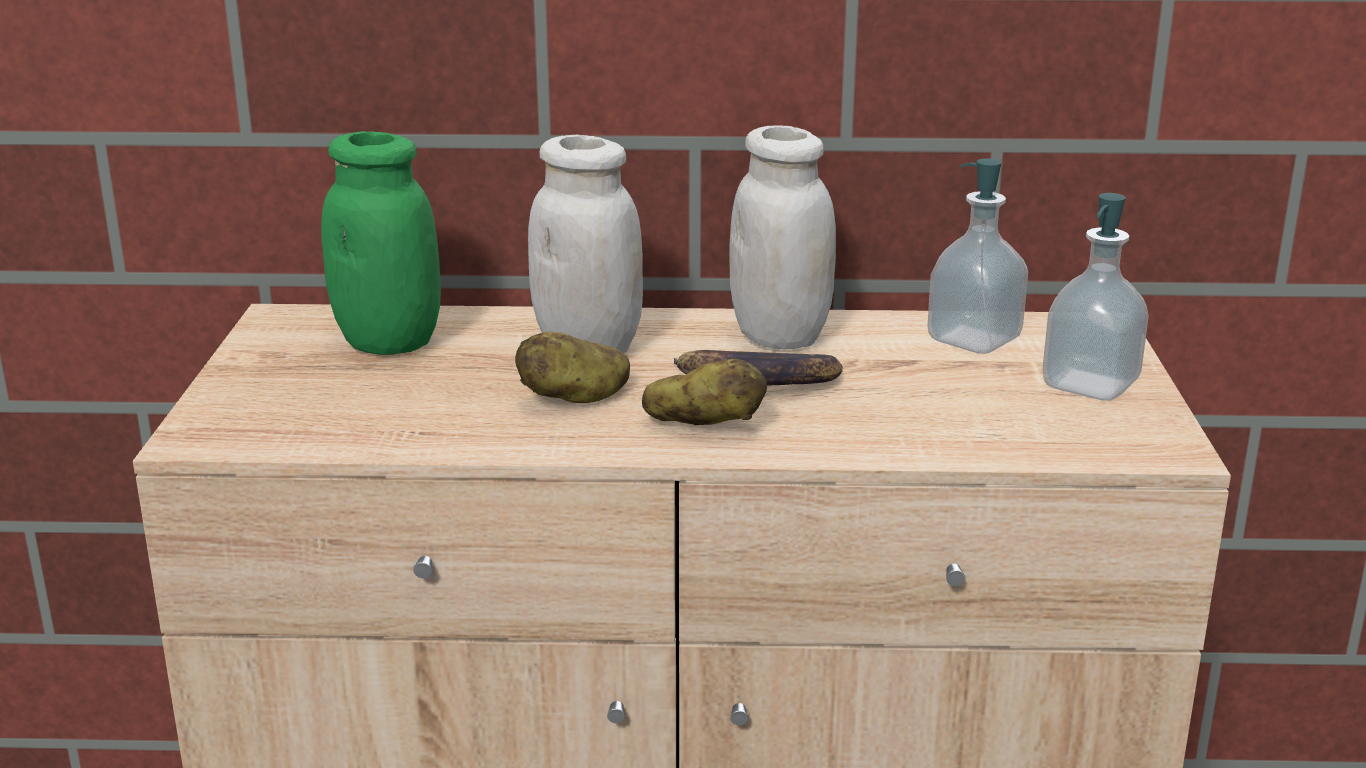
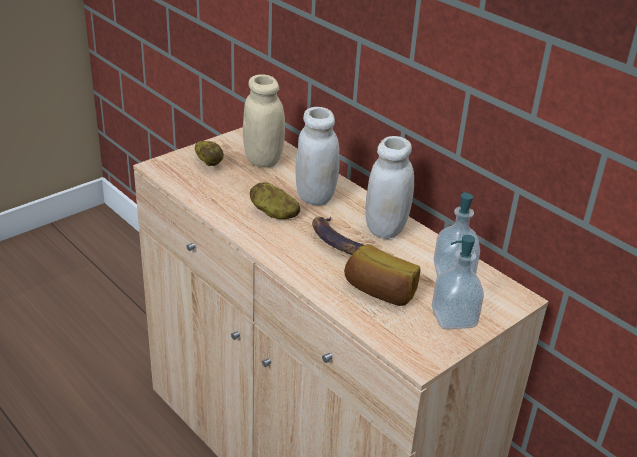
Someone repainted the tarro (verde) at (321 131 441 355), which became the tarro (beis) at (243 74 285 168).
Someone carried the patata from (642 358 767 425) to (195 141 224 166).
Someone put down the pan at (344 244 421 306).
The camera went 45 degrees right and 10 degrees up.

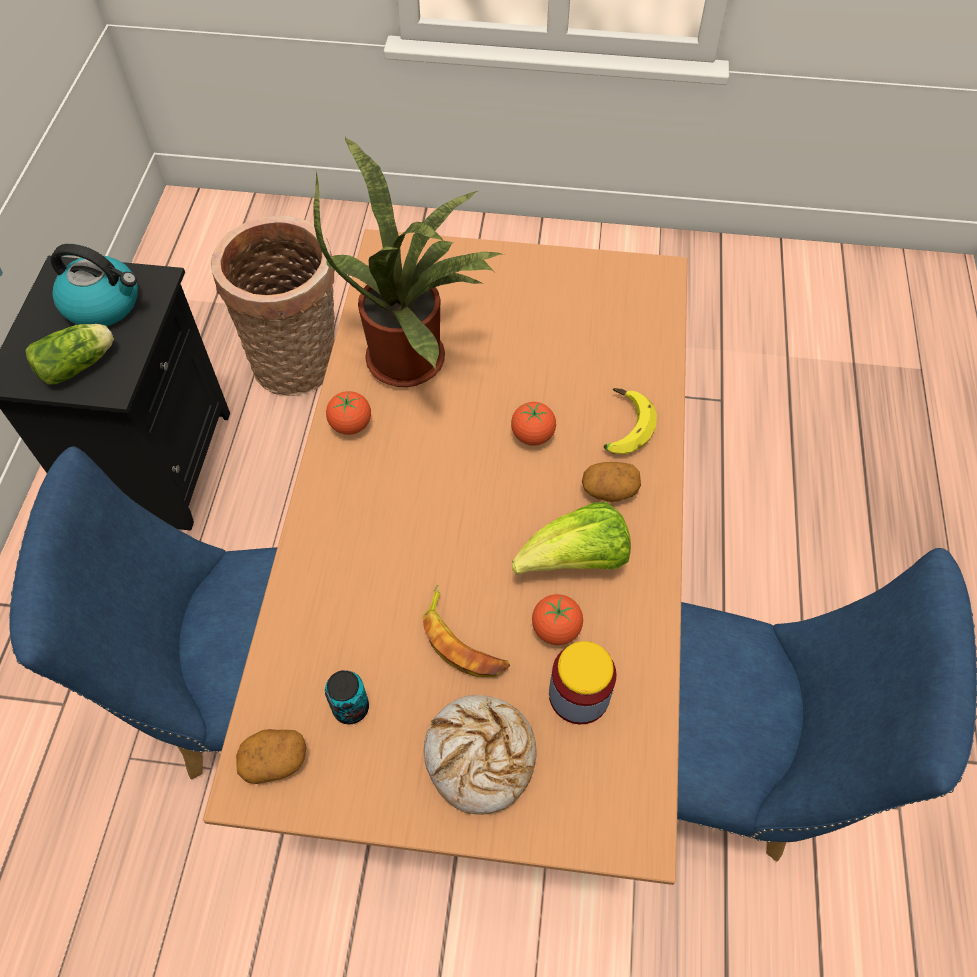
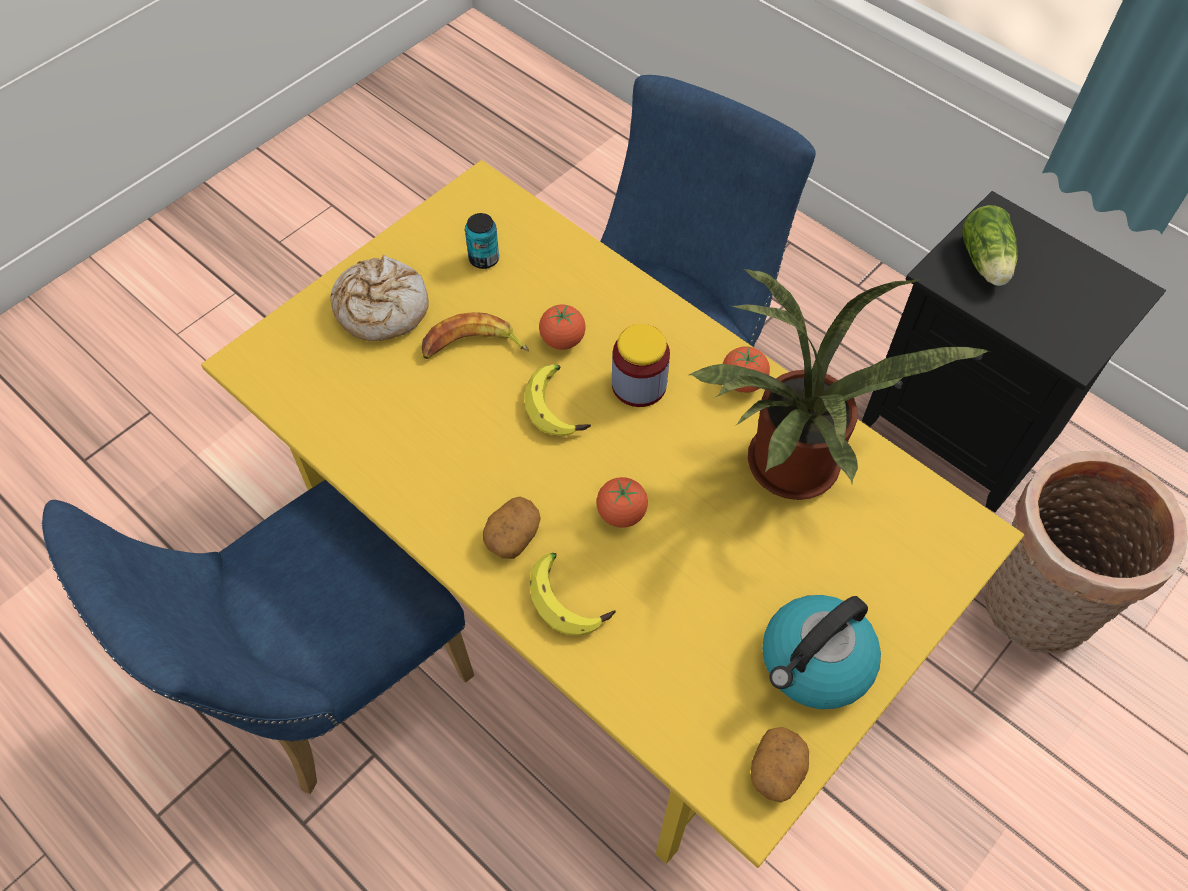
Someone carried the hervidor from (50 244 138 326) to (762 595 881 709).
Someone repainted the mesa de comedor (marrón) at (203 229 687 885), which became the mesa de comedor (amarillo) at (201 160 1024 868).
Someone carried the patata from (236 729 306 784) to (751 727 809 802).
Someone took away the lechuga at (512 502 631 575).
Someone carried the tomate from (532 594 583 645) to (539 305 586 350).
Someone carried the tarro from (549 641 617 724) to (612 324 670 407).
Someone put down the plátano at (524 364 591 436).
The camera went 125 degrees right and 0 degrees up.

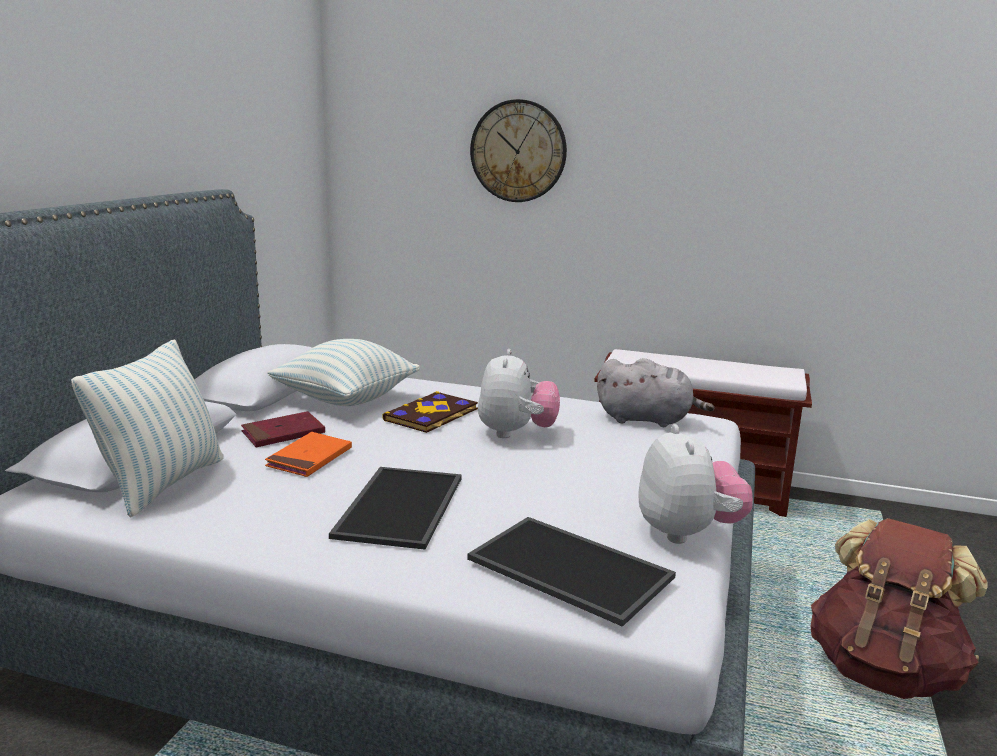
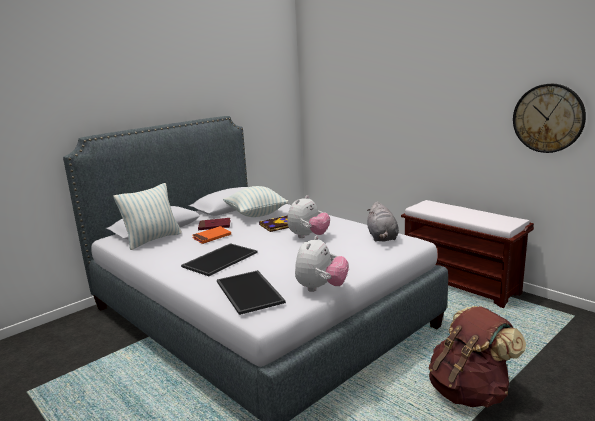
Someone carried the reloj de pared from (470 99 567 202) to (513 84 586 153).
Someone rotated the peluche (gris) at (597 358 714 427) by 45 degrees clockwise.
The camera went 30 degrees right and 0 degrees up.

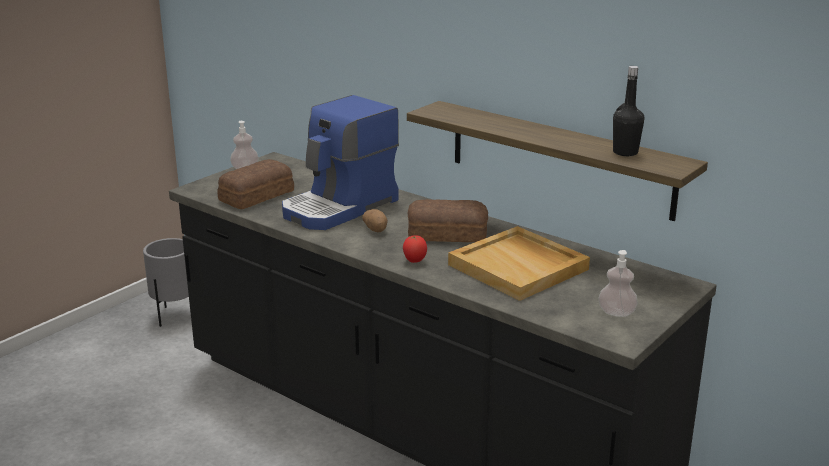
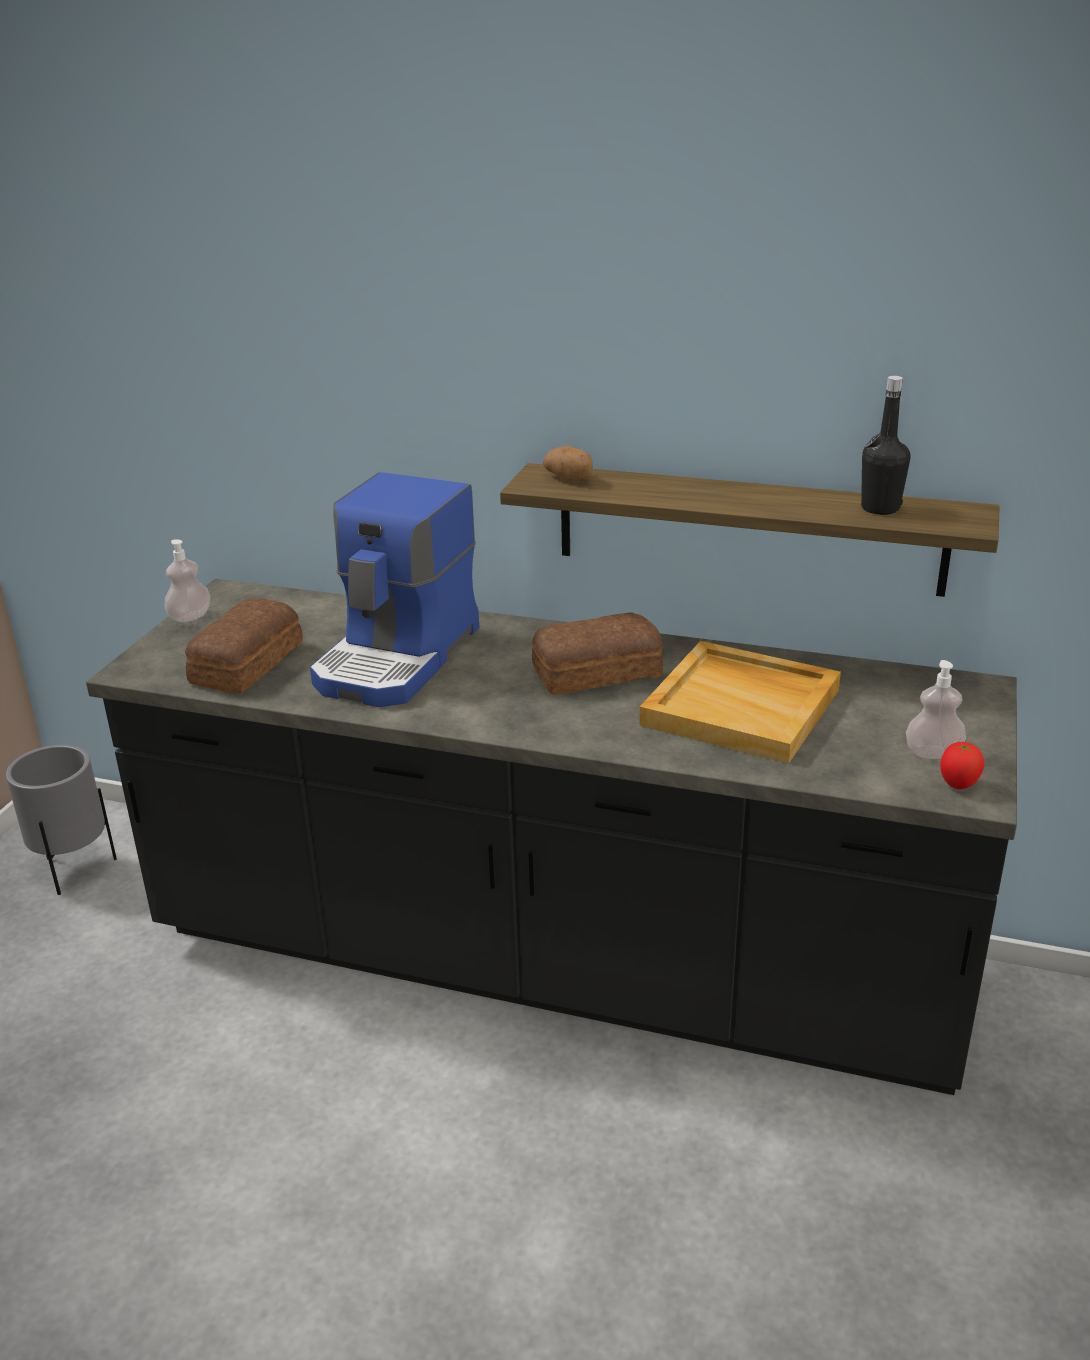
Someone carried the patata from (362 209 388 232) to (543 446 593 481).
Someone carried the tomate from (403 235 427 263) to (940 742 984 789).
The camera went 20 degrees left and 5 degrees up.

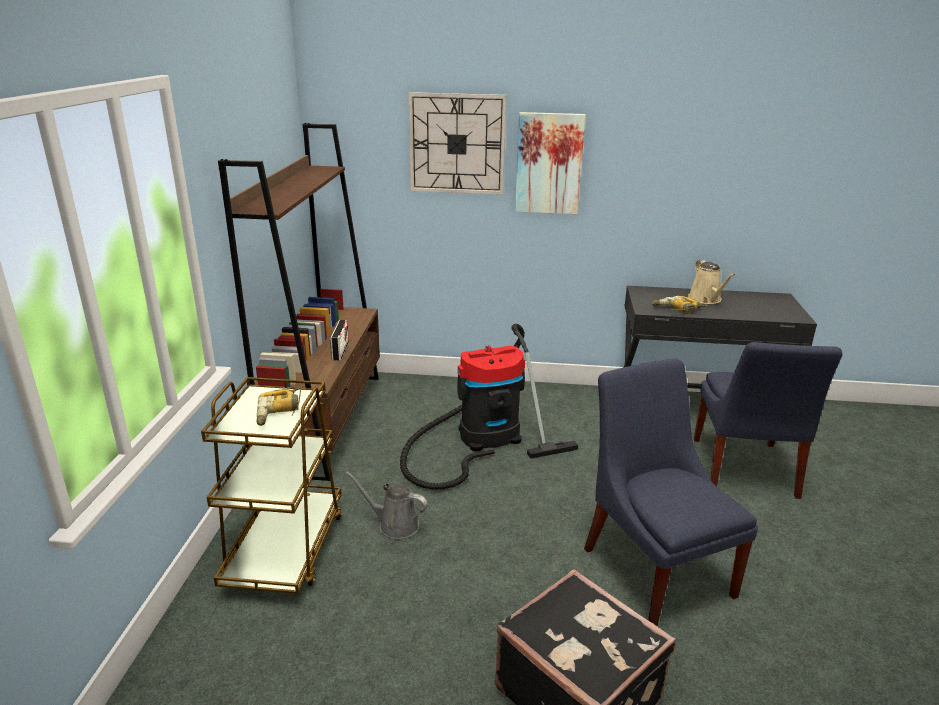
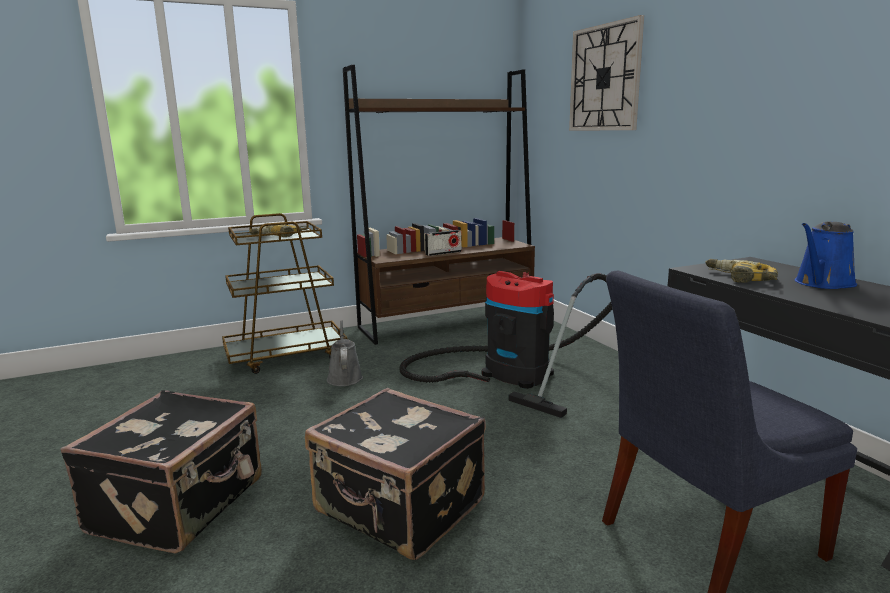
Someone took away the cuadro at (515 112 586 214).
Someone swapped the silla (azul) at (584 359 758 627) for the maleta (negro) at (305 388 486 560).
Someone repainted the regadera (beis) at (688 260 735 304), which became the regadera (azul) at (795 222 857 289).
The camera went 60 degrees right and 10 degrees down.

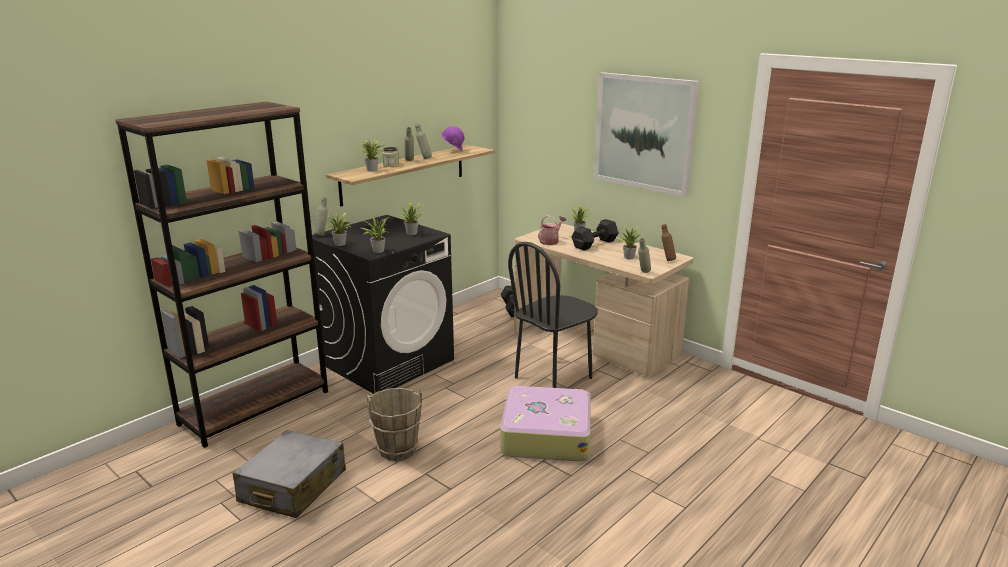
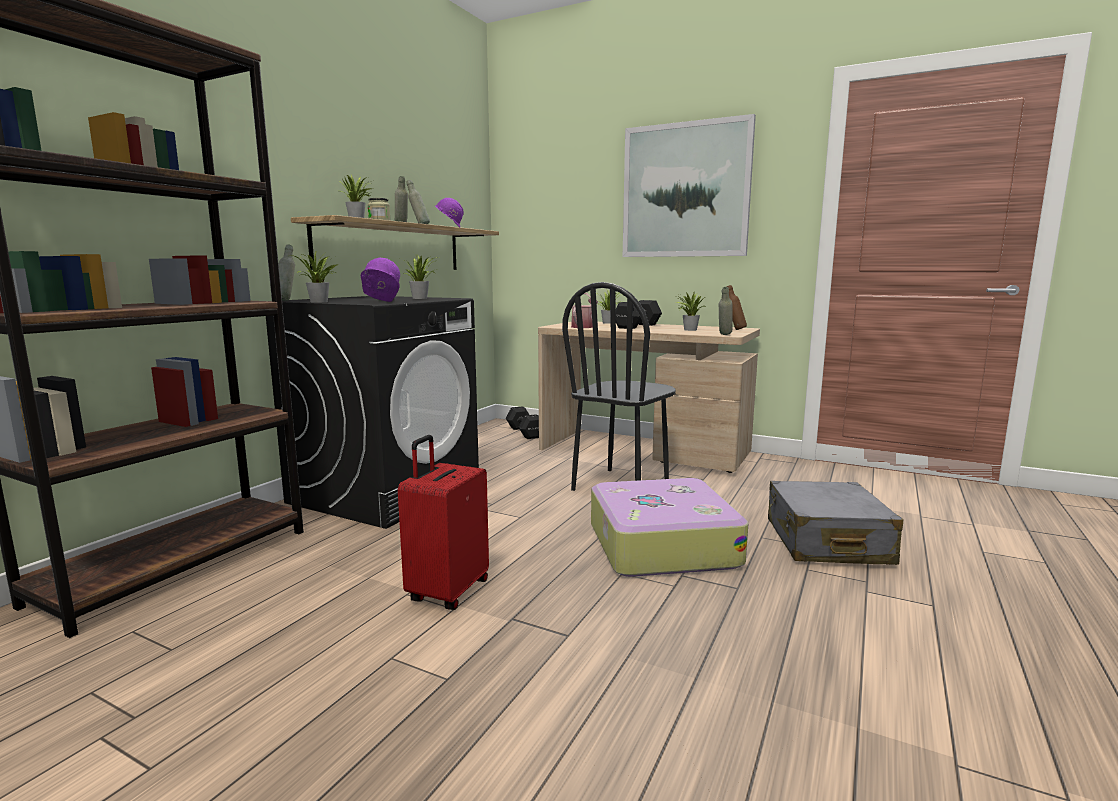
Someone carried the maleta (gris) from (233 430 346 518) to (768 481 903 565).
Someone swapped the planta en maceta at (361 217 389 253) for the casco (morado) at (361 257 400 302).
Someone swapped the cubo (marrón) at (366 386 422 461) for the maleta (rojo) at (398 435 489 610).
The camera went 15 degrees left and 10 degrees down.

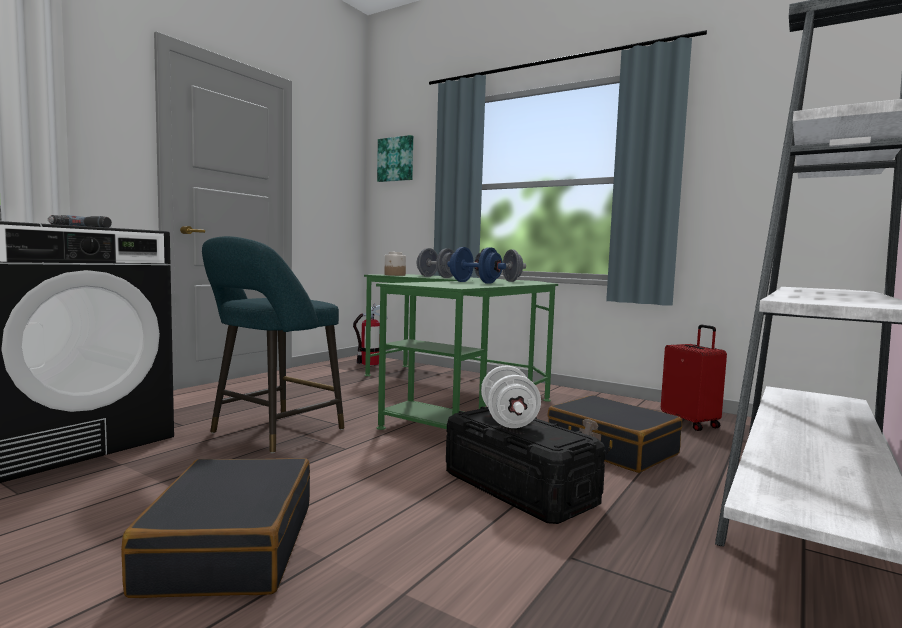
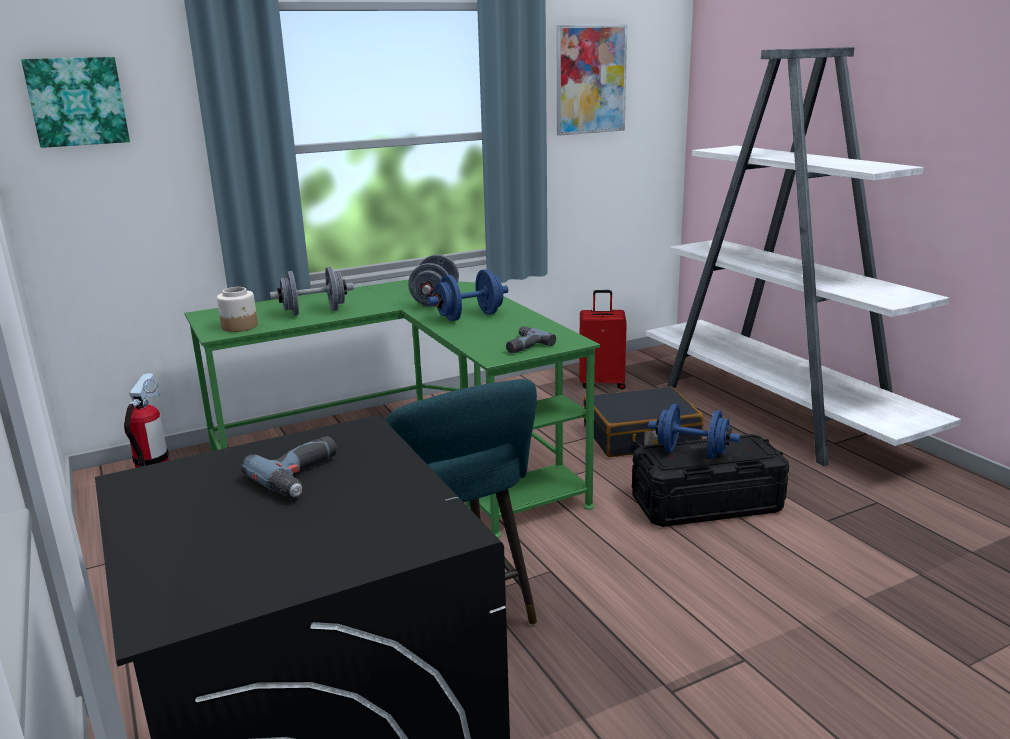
Someone took away the maleta (negro) at (121 458 310 598).
Someone repainted the mancuerna (blanco) at (481 366 541 428), which became the mancuerna (azul) at (648 404 740 459).
Someone put down the taladro at (506 326 556 353).
Someone put up the cuadro at (557 24 627 136).
The camera went 60 degrees left and 15 degrees up.

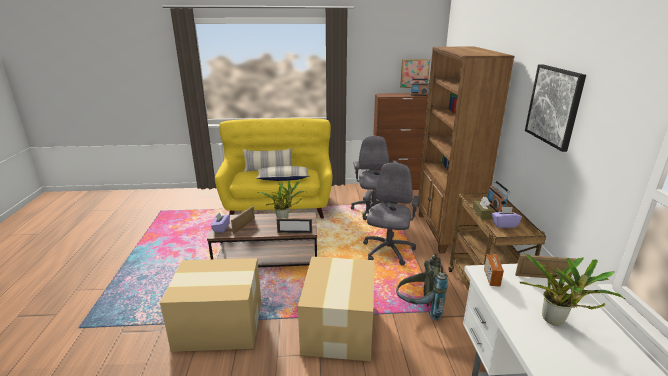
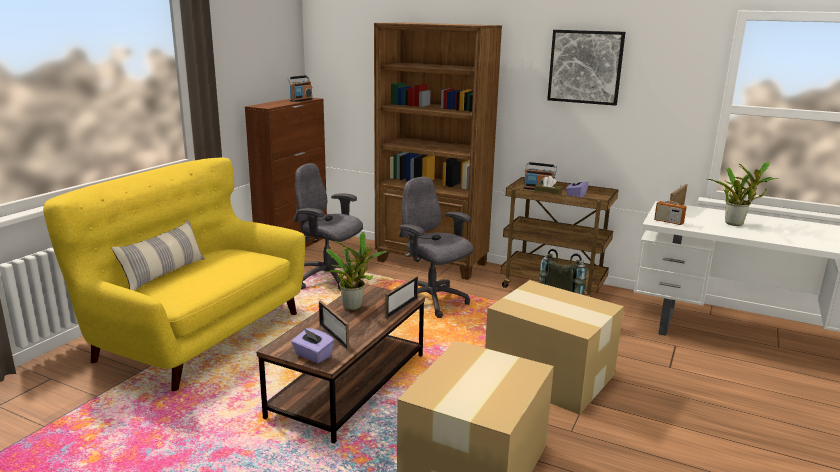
Someone took away the cojín at (256 166 310 181).
Someone took away the cuadro at (400 59 430 88).
The camera went 60 degrees left and 5 degrees down.

